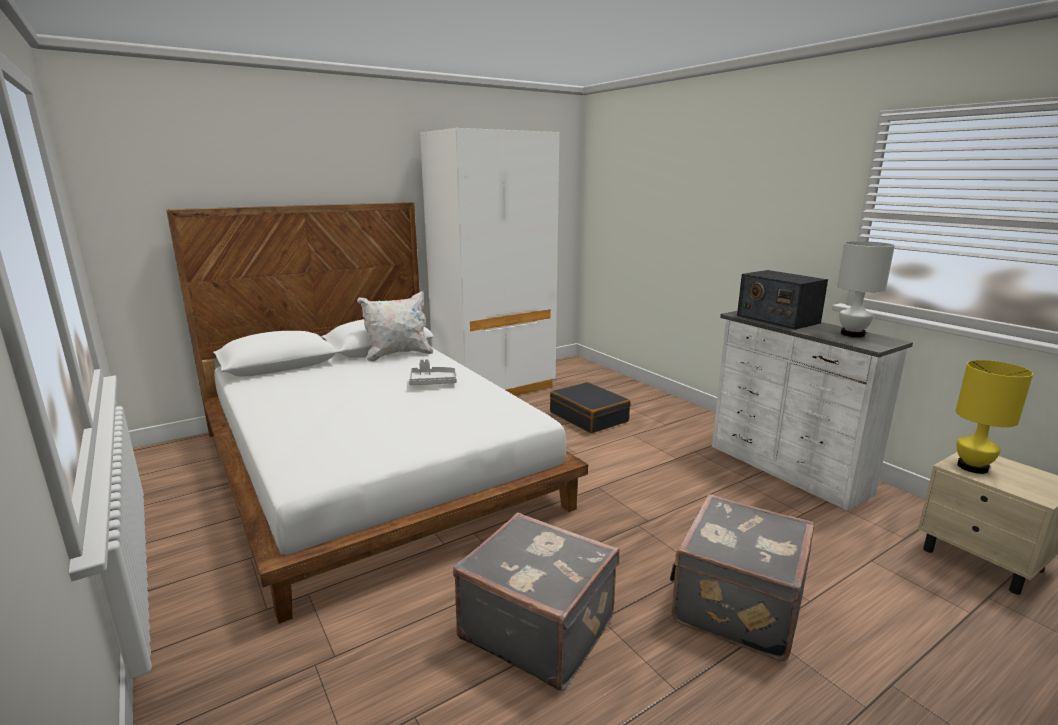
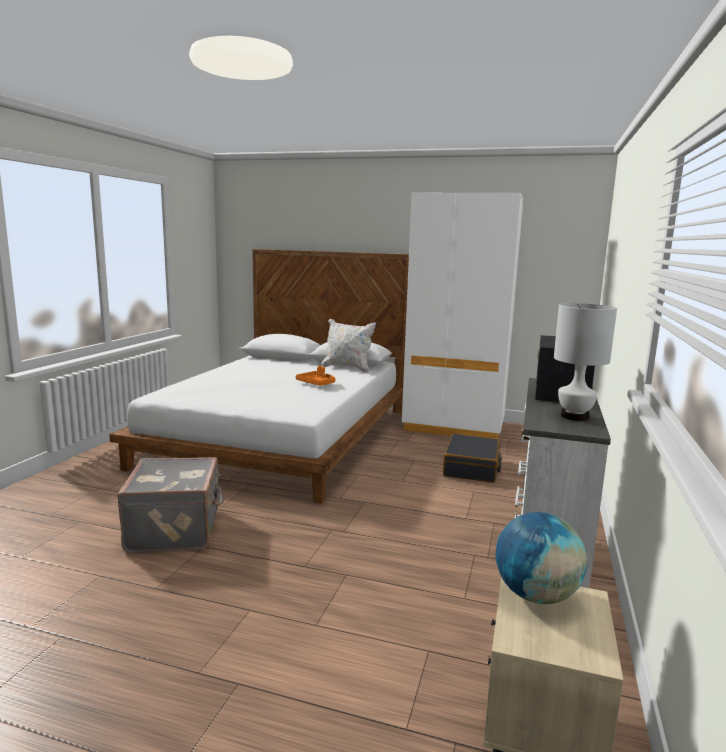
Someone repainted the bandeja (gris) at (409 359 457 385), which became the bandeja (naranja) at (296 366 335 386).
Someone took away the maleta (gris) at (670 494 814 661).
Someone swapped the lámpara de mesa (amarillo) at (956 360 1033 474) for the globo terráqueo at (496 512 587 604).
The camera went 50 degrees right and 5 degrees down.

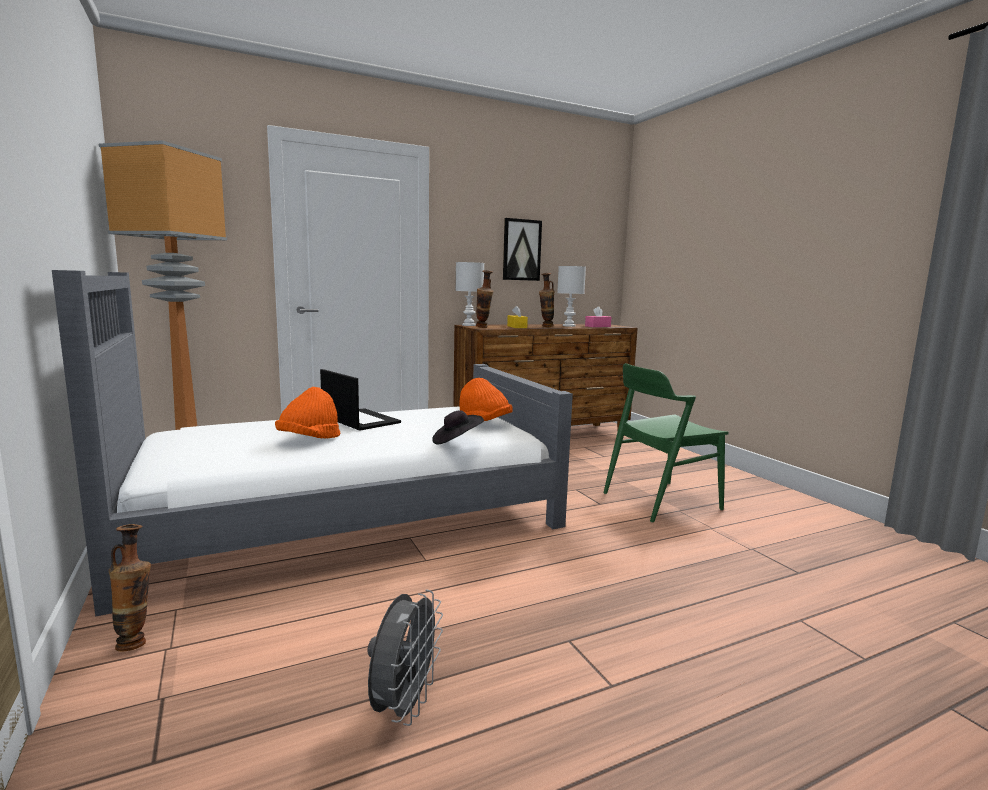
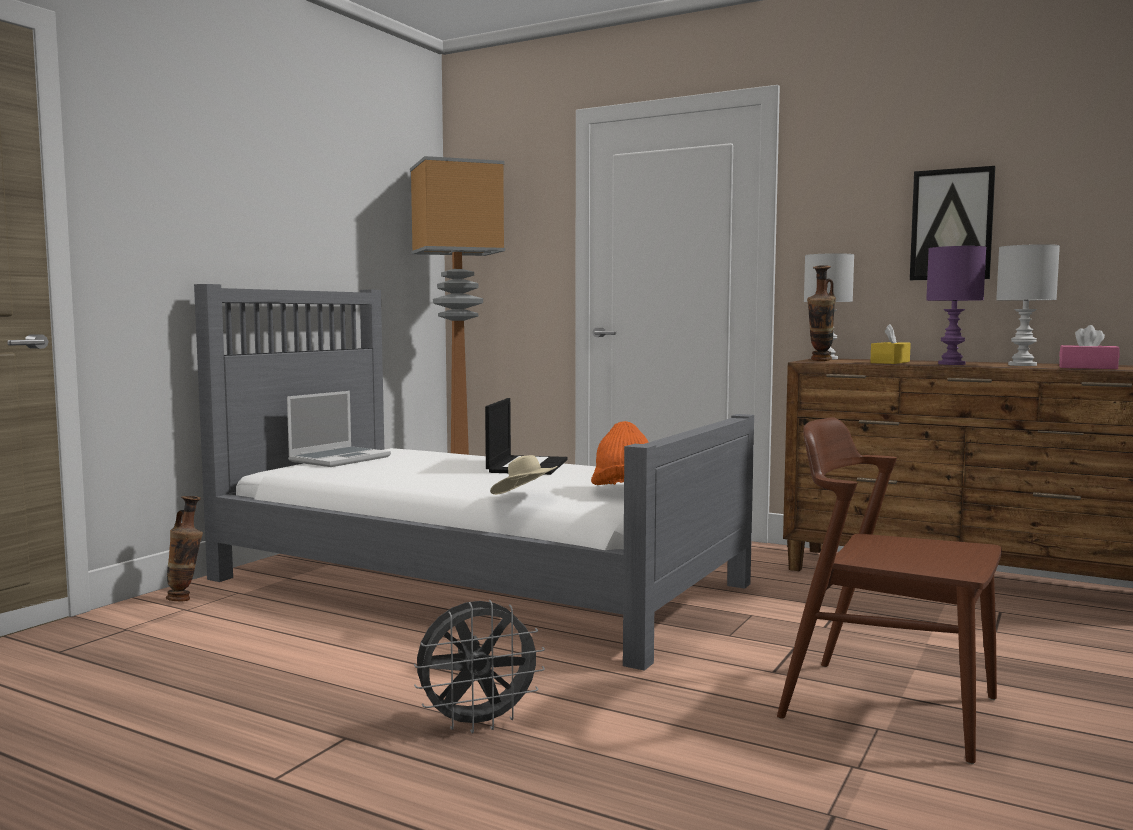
Someone took away the sombrero (naranja) at (275 387 340 439).
Someone carried the ventilador (gris) from (367 589 443 726) to (414 600 545 733).
Someone repainted the sombrero (negro) at (432 410 484 444), which became the sombrero (beis) at (490 455 558 495).
Someone swapped the florero at (539 273 555 327) for the lámpara de mesa (morado) at (926 246 986 365).
Someone repainted the silla (verde) at (604 363 729 523), which became the silla (marrón) at (777 417 1002 764).
Someone put down the portátil at (287 391 391 467).
The camera went 55 degrees right and 5 degrees down.

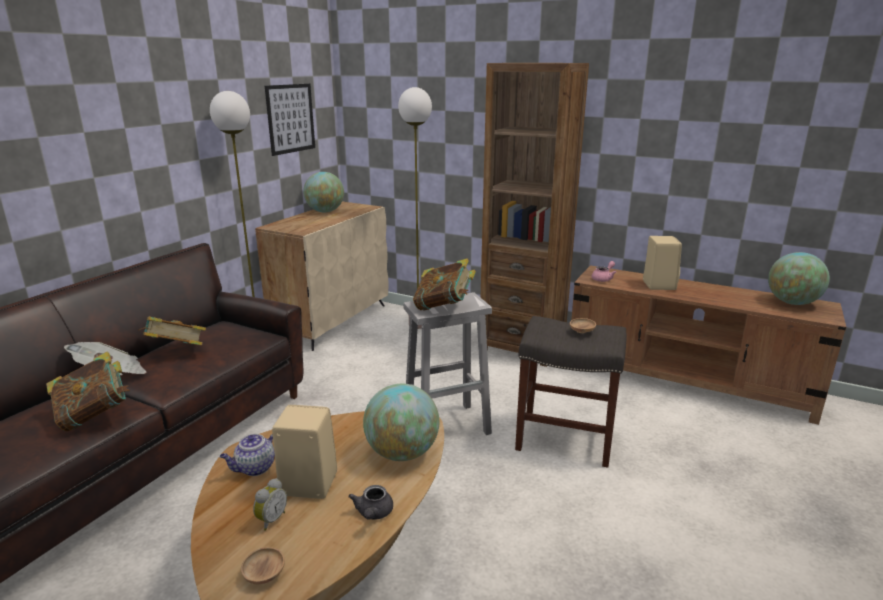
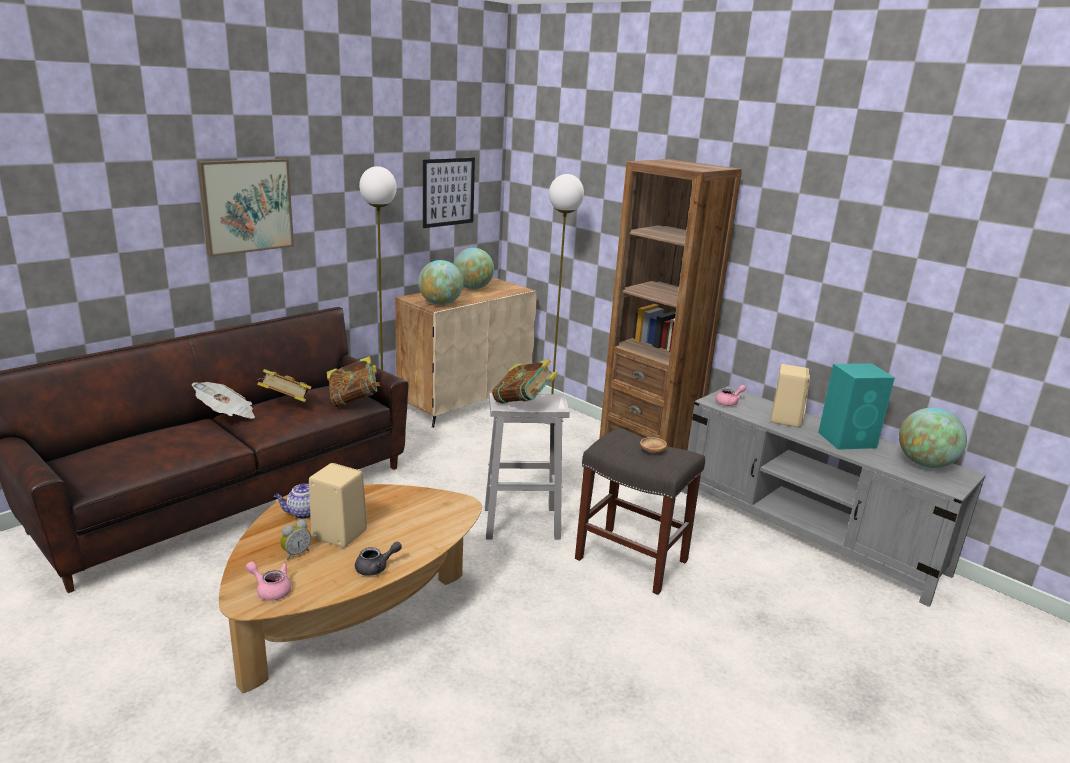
Someone carried the libro from (46 352 130 431) to (327 356 381 407).
Someone swapped the cuenco (marrón) at (241 547 285 584) for the tetera (rosa) at (245 561 291 601).
Someone rotated the tetera (gris) at (348 485 393 520) by 135 degrees counterclockwise.
Someone carried the globo terráqueo from (363 384 439 461) to (418 260 463 305).
Someone repainted the mueble de televisión (marrón) at (571 266 846 425), which became the mueble de televisión (gris) at (681 386 986 607).
Someone put up the cuadro at (198 159 294 257).
Someone put down the altavoz (turquesa) at (818 364 895 450).
The camera went 15 degrees right and 0 degrees up.

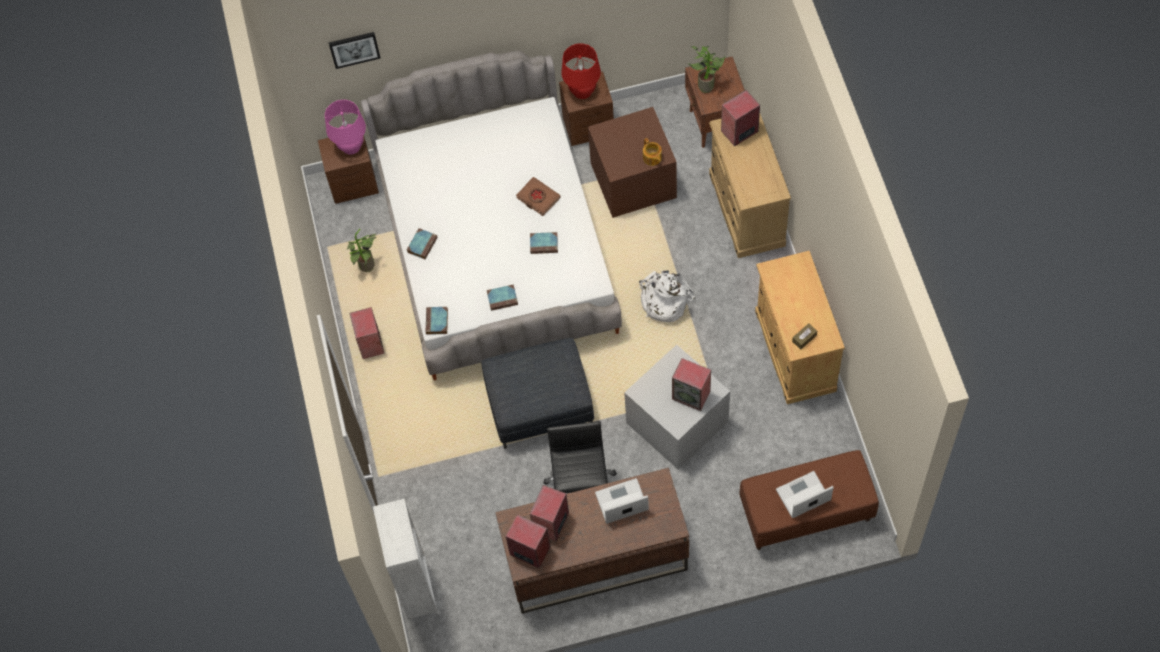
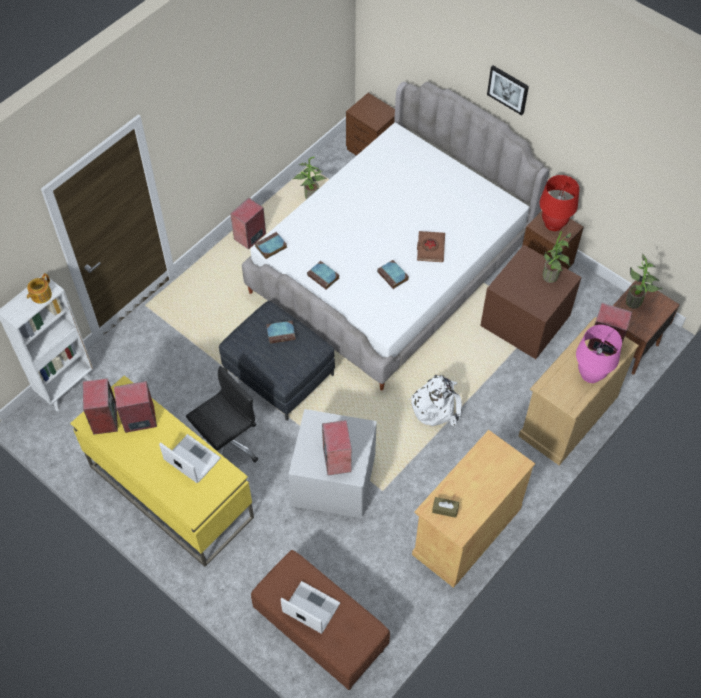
Someone carried the lámpara de mesa (rosa) from (325 100 366 155) to (576 325 622 383).
Someone carried the cuadro from (329 32 380 69) to (487 66 529 115).
Someone carried the libro from (407 228 438 259) to (266 321 296 344).
Someone repainted the escritorio (marrón) at (495 468 689 614), which became the escritorio (amarillo) at (70 375 254 567).
Someone carried the tetera from (643 138 662 166) to (27 273 52 304).
Someone put down the planta en maceta at (543 232 571 283).
The camera went 50 degrees right and 5 degrees down.

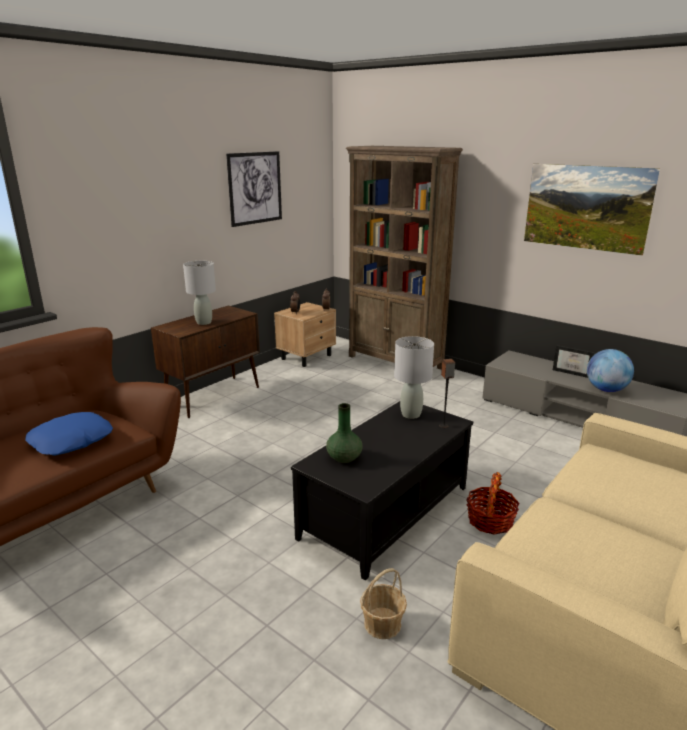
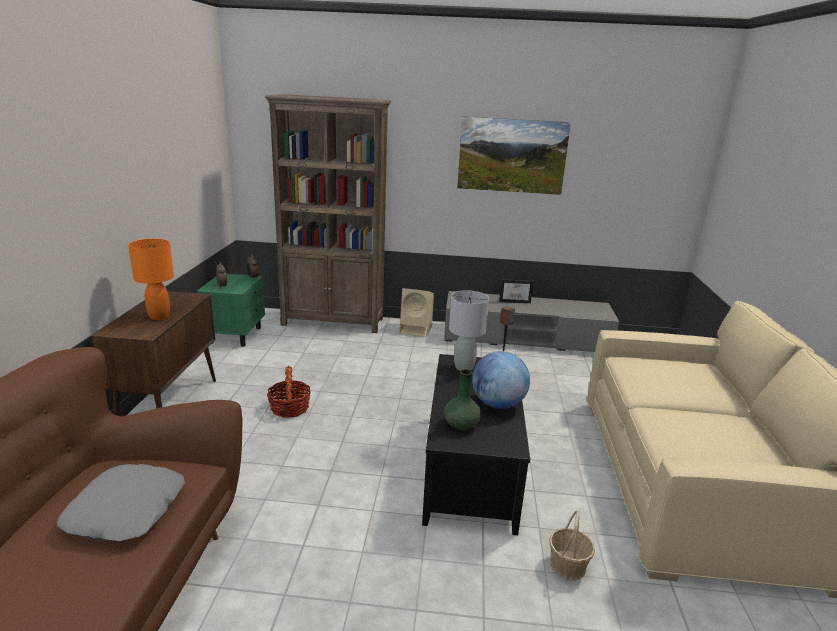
Someone repainted the cojín (azul) at (25 412 113 456), which became the cojín (gris) at (57 464 185 541).
Someone repainted the lámpara de mesa (gris) at (183 261 216 325), which became the lámpara de mesa (naranja) at (128 239 174 320).
Someone took away the cuadro at (226 151 282 227).
Someone repainted the mesita de noche (beis) at (274 302 336 367), which became the mesita de noche (verde) at (197 274 265 347).
Someone carried the cesta from (466 472 519 535) to (267 366 311 418).
Someone carried the globo terráqueo from (587 349 634 392) to (472 351 530 409).
Someone put down the altavoz (beis) at (399 288 434 337).
The camera went 35 degrees left and 0 degrees up.

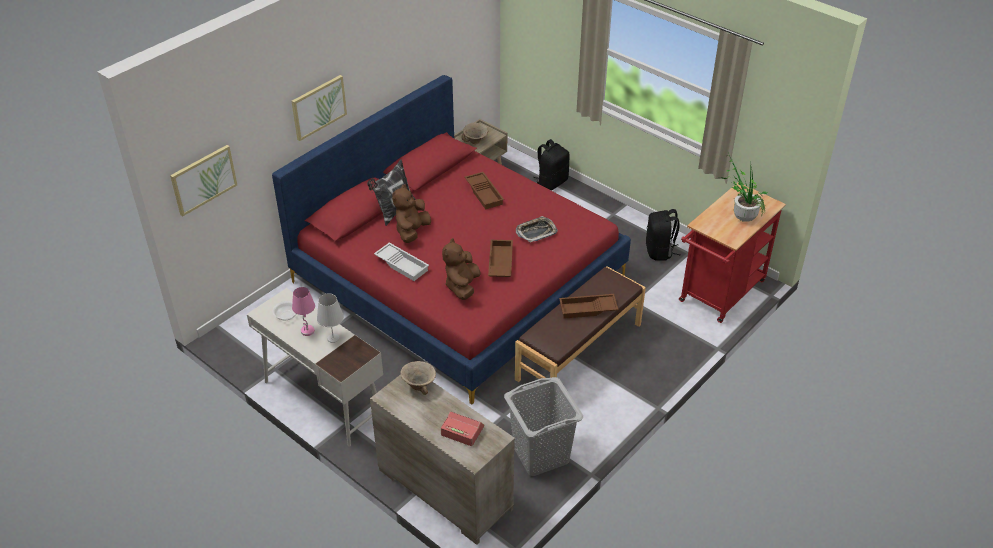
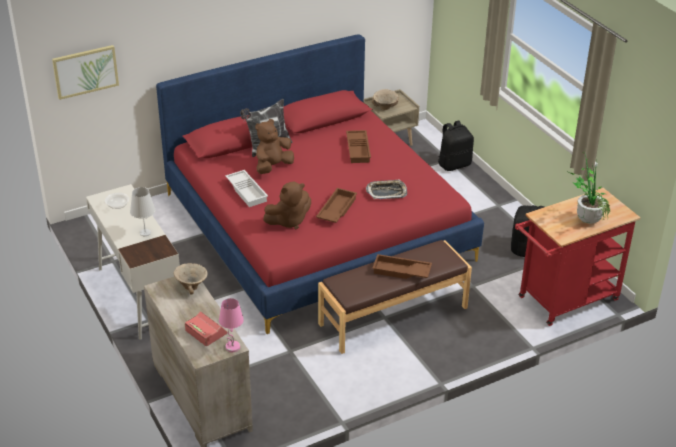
Someone took away the cuadro at (291 75 347 141).
Someone carried the lámpara de mesa (rosa) from (292 287 315 336) to (219 298 244 352).
Someone rotated the peluche (marrón) at (442 238 481 300) by 150 degrees counterclockwise.
Someone took away the cesto de la ropa (gris) at (504 377 583 476).
The camera went 20 degrees right and 5 degrees down.

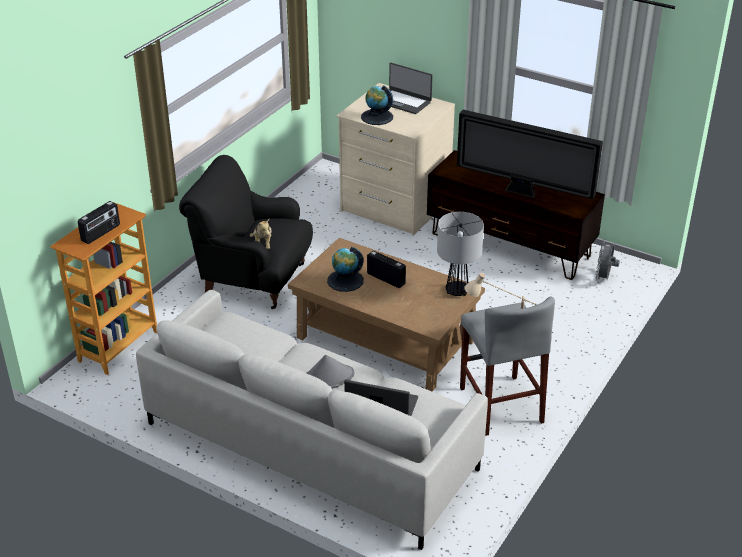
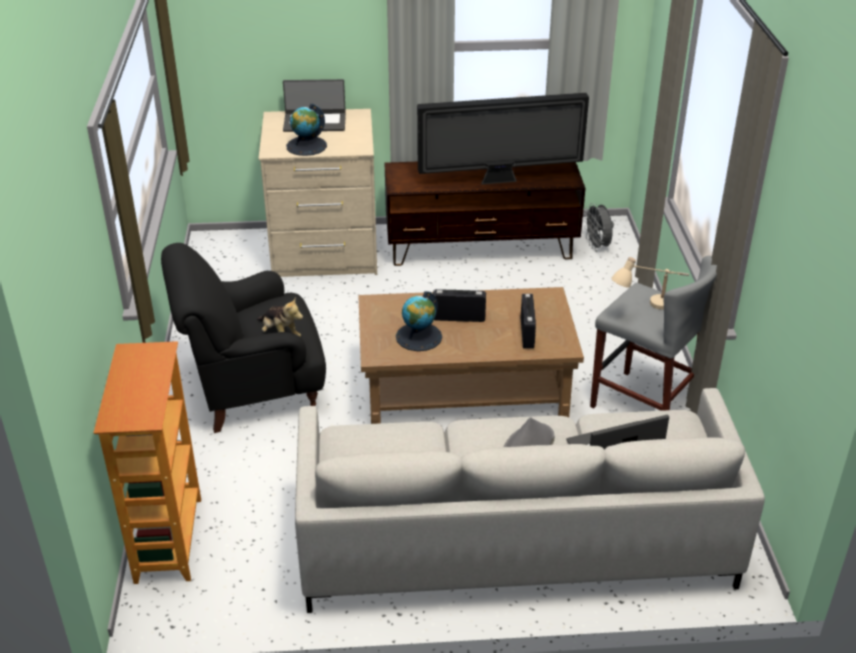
Someone carried the radio from (78 201 120 244) to (521 294 536 349).
Someone took away the lámpara de mesa at (437 212 484 296).
The camera went 35 degrees left and 0 degrees up.

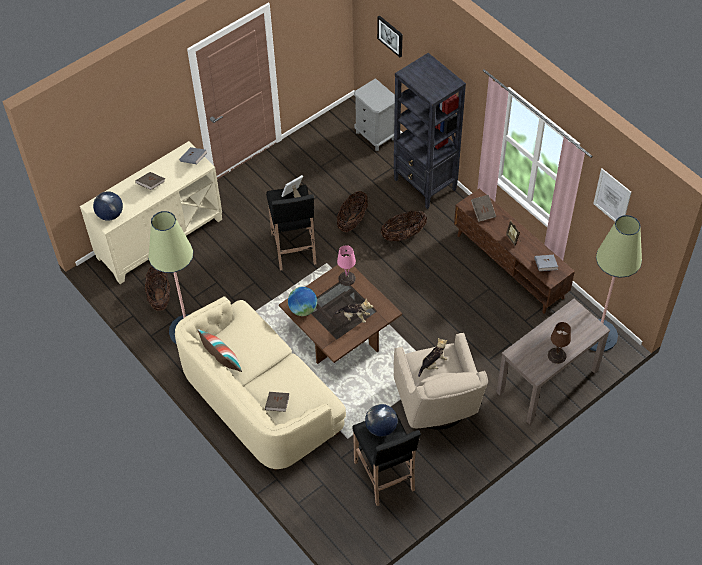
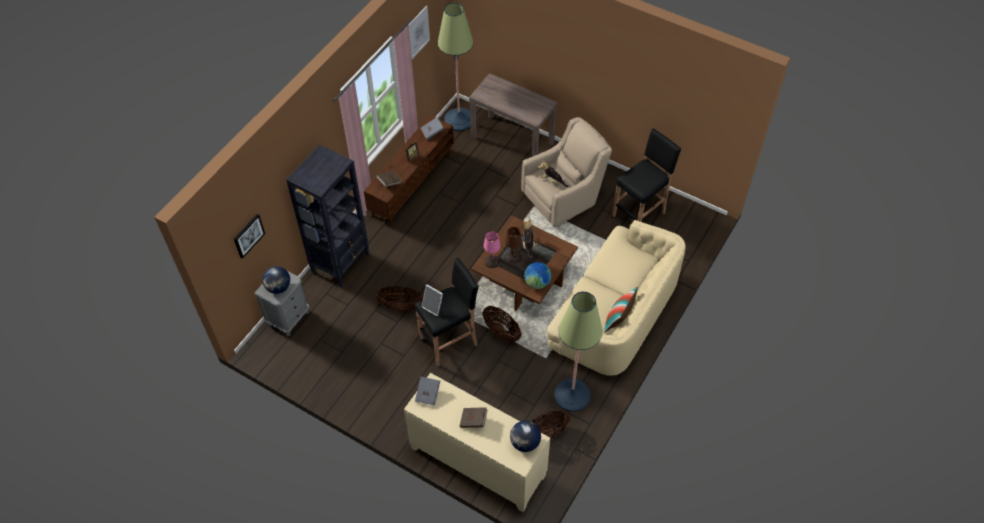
Someone took away the libro (marrón) at (265 392 290 412).
Someone carried the globo terráqueo from (365 404 397 437) to (262 266 290 294).
Someone carried the cesta from (381 211 427 241) to (482 306 522 343).
Someone carried the lámpara de mesa (marrón) from (548 322 571 364) to (505 227 522 264).
The camera went 110 degrees left and 0 degrees up.

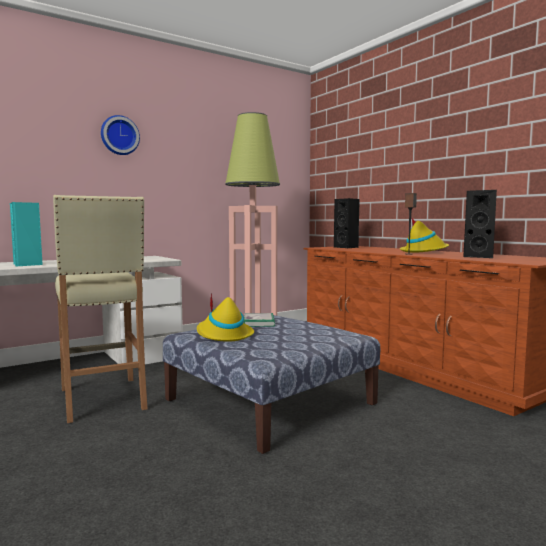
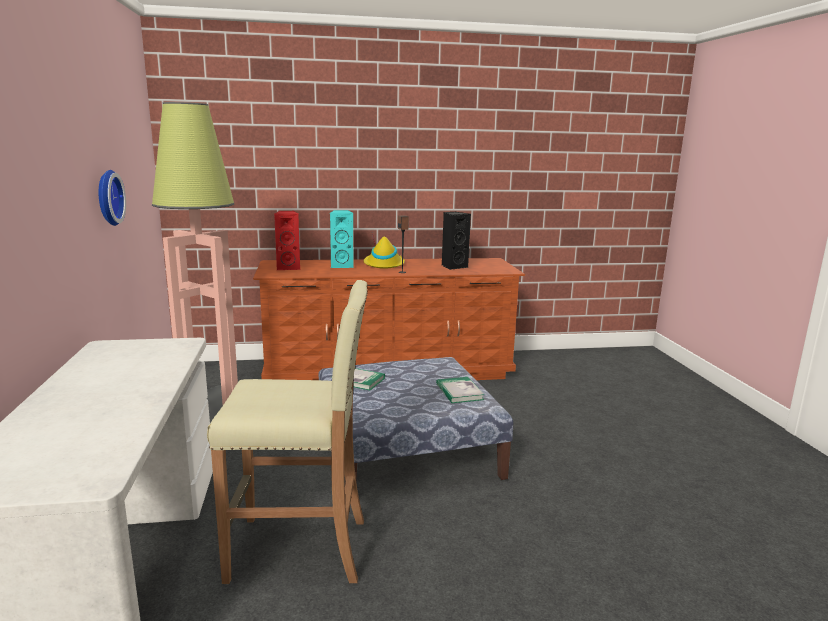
Someone carried the altavoz (turquesa) from (10 202 43 266) to (330 210 354 268).
Someone carried the reloj de pared from (101 115 140 155) to (99 170 126 226).
Someone took away the sombrero (amarillo) at (197 293 254 342).
Someone repainted the altavoz (negro) at (334 198 360 248), which became the altavoz (rojo) at (274 211 300 270).
Someone put down the libro at (436 377 485 403).
The camera went 65 degrees left and 10 degrees up.

